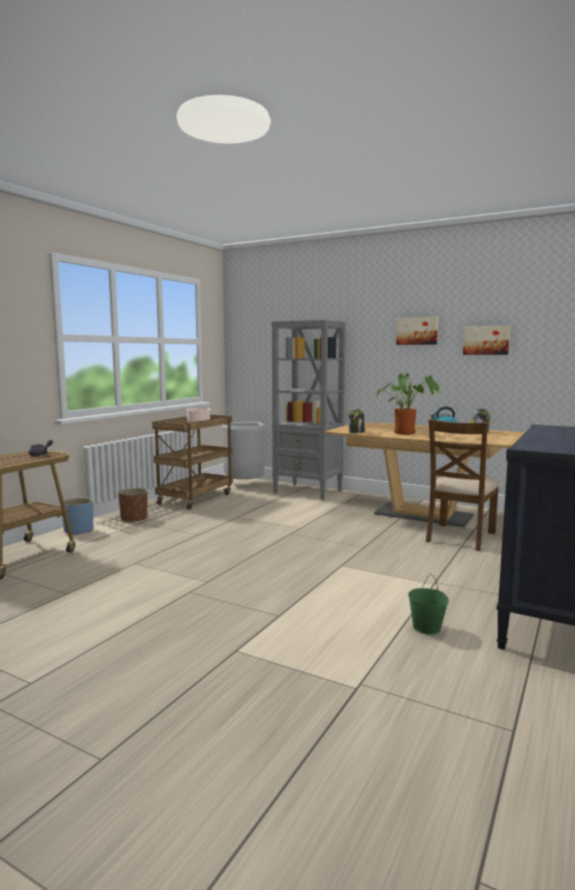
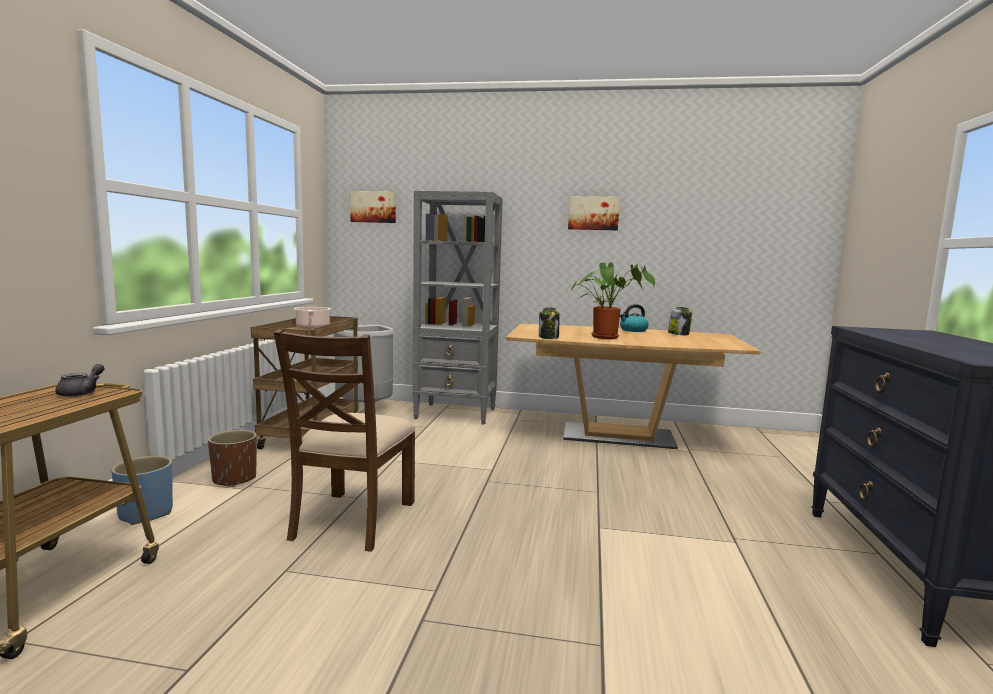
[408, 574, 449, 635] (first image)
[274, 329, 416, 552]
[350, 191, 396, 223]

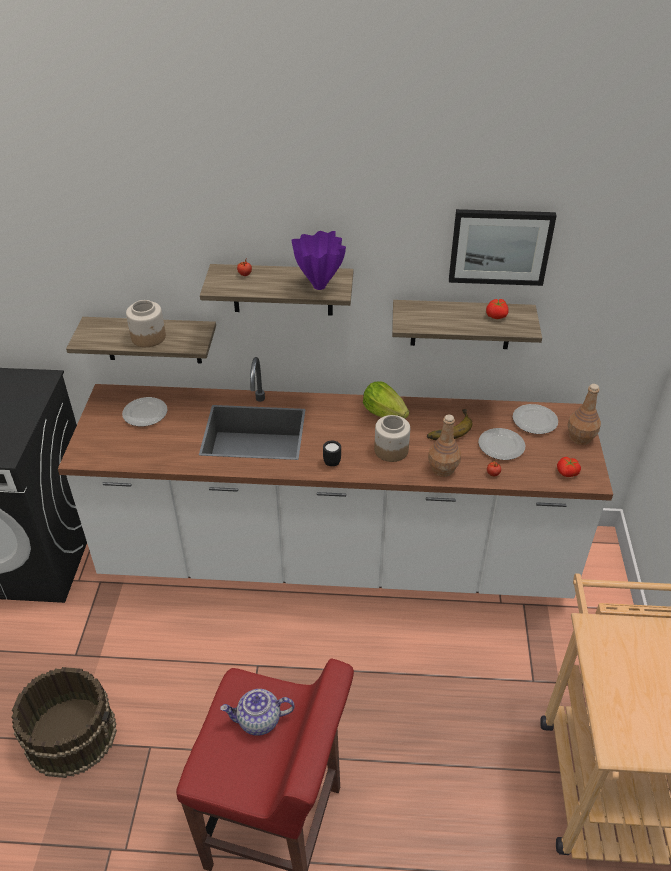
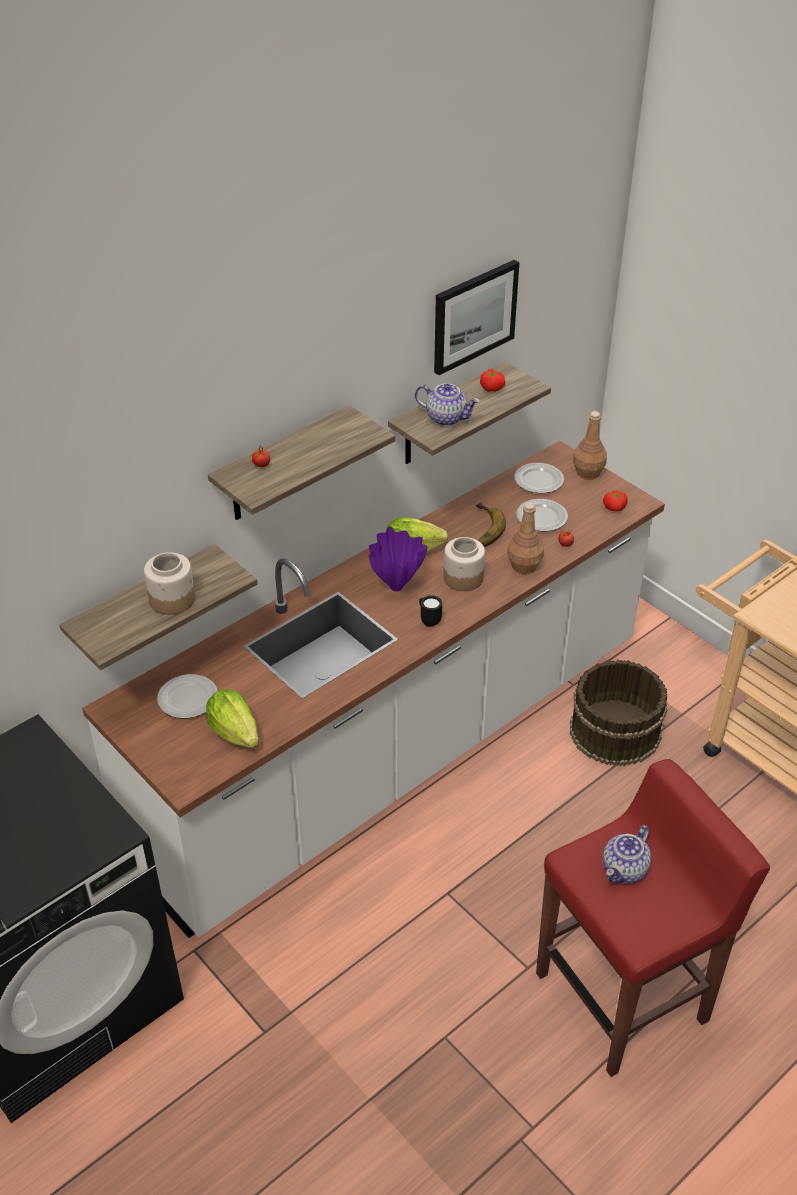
[206, 689, 259, 748]
[415, 383, 480, 426]
[570, 659, 667, 766]
[369, 527, 427, 591]

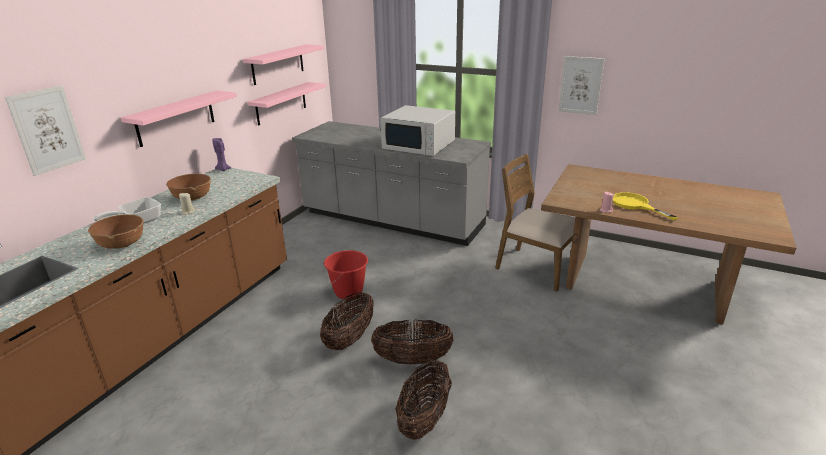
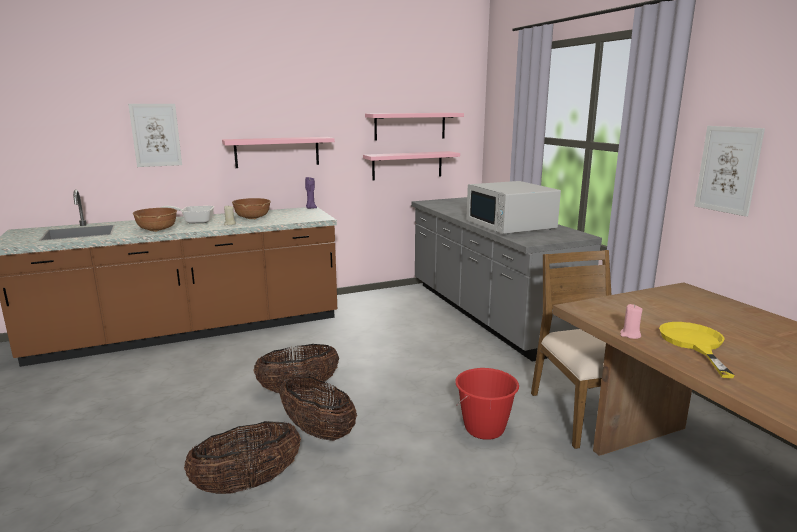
[455, 368, 519, 440]

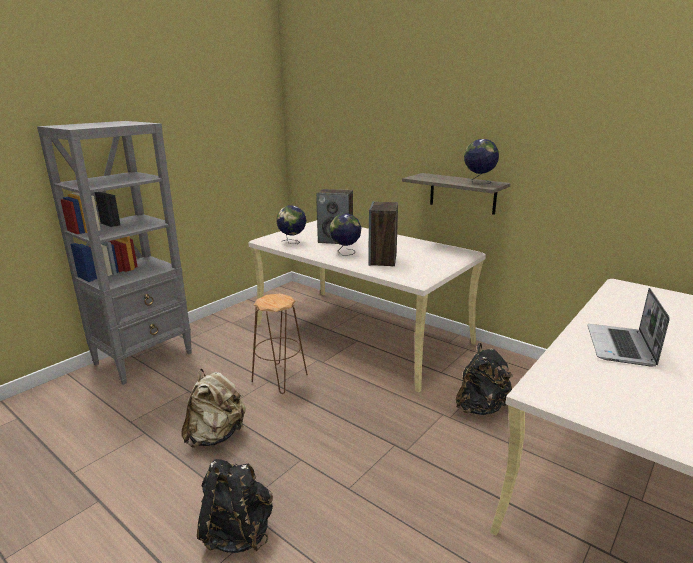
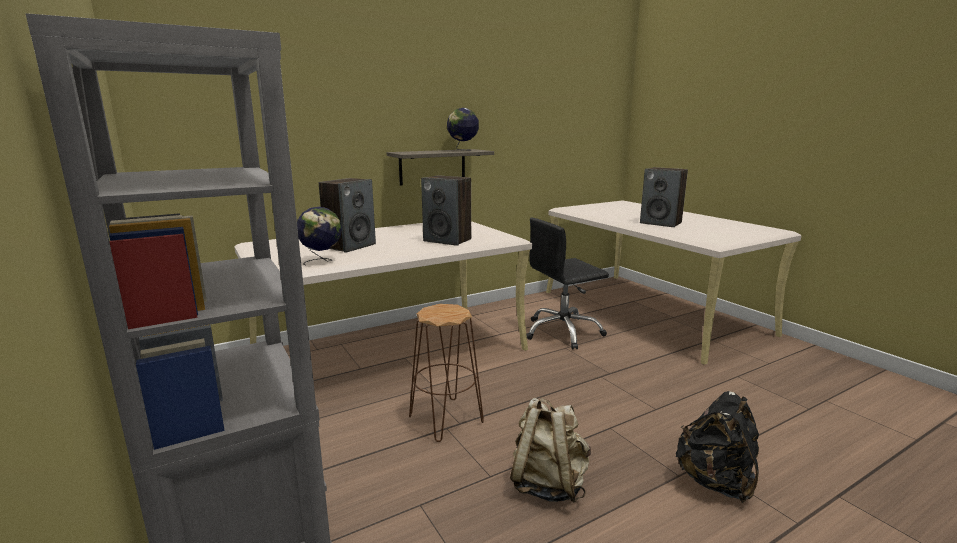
[330, 213, 361, 255] (first image)
[526, 218, 609, 350]
[640, 167, 688, 227]

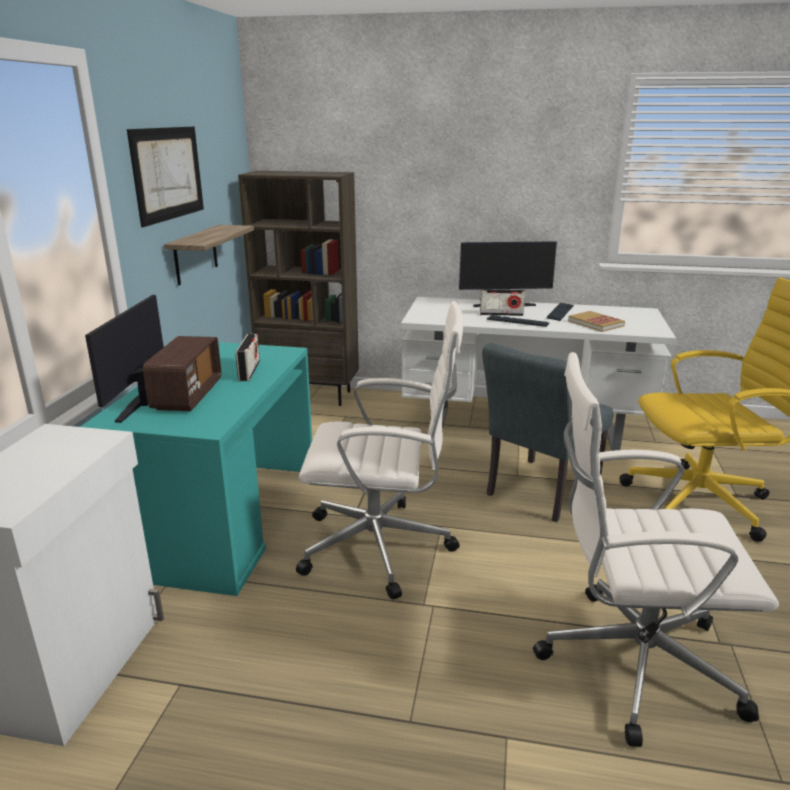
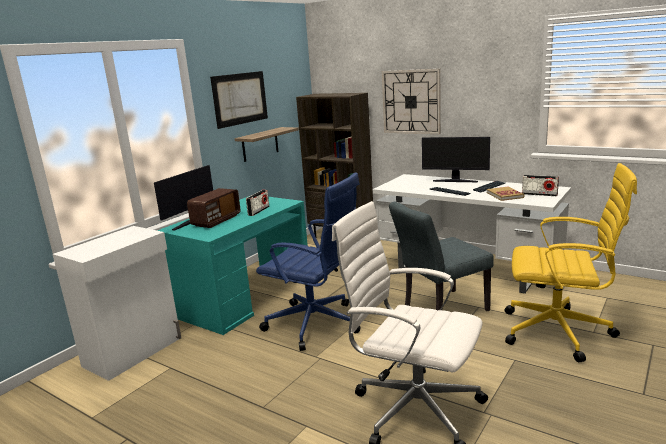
[382, 69, 441, 134]
[522, 175, 559, 196]
[256, 172, 361, 351]

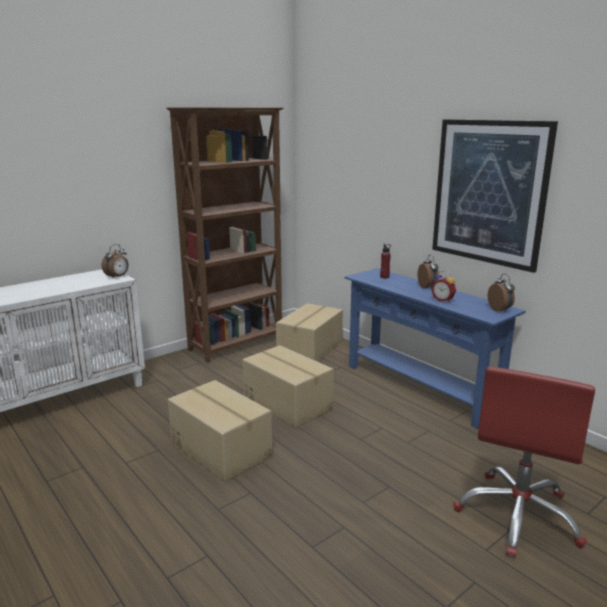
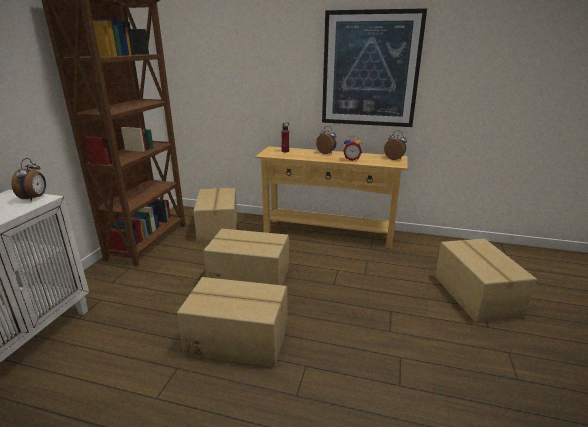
[435, 238, 537, 323]
[255, 146, 408, 249]

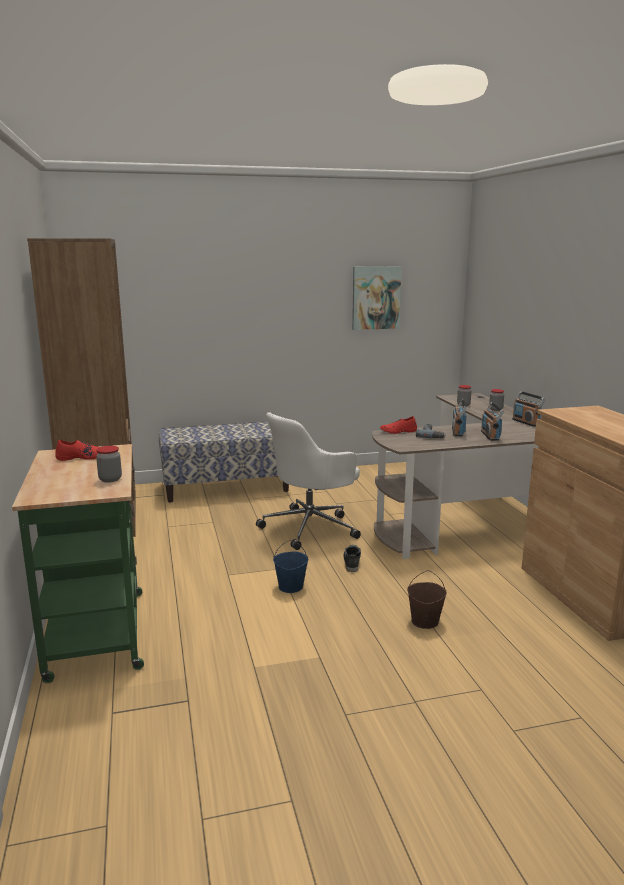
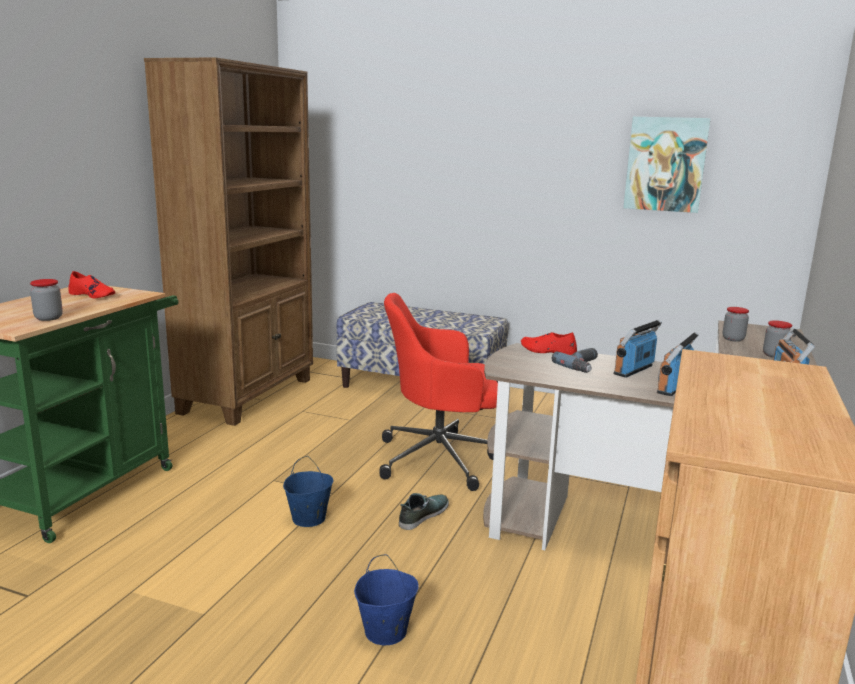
[379, 293, 498, 491]
[354, 554, 419, 645]

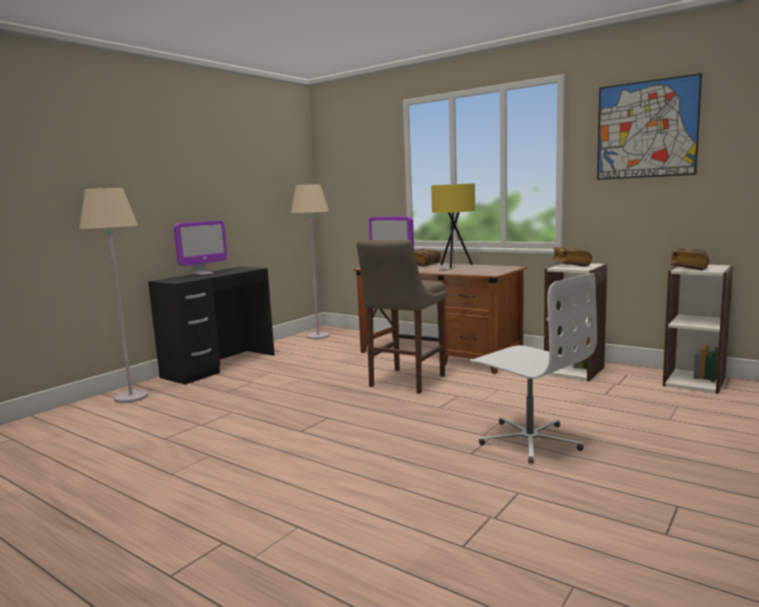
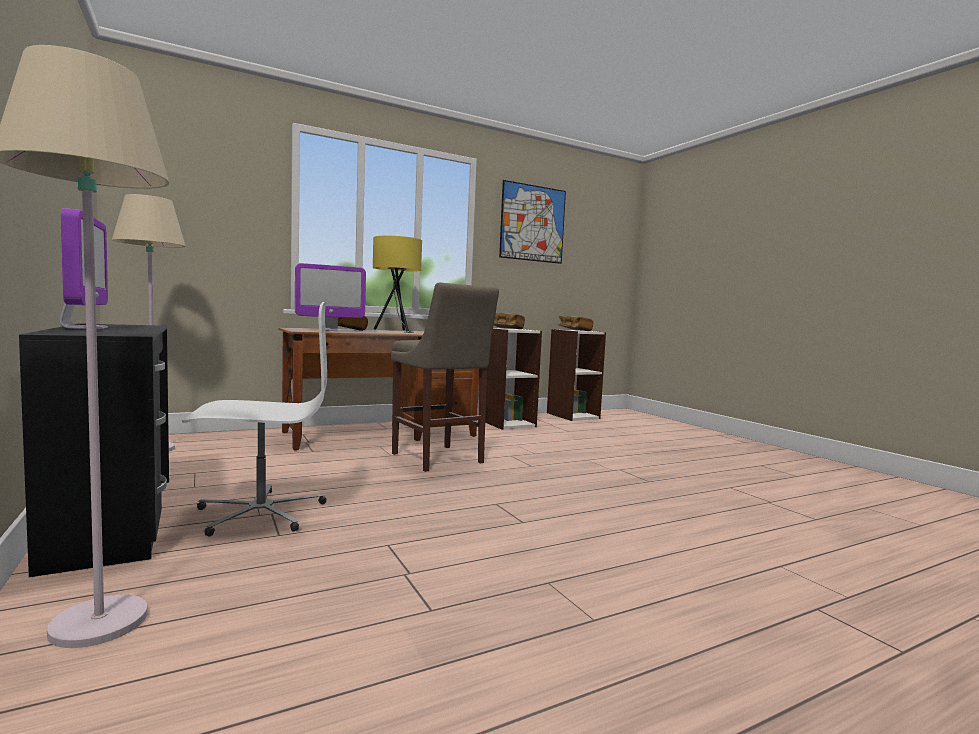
[182, 302, 327, 536]

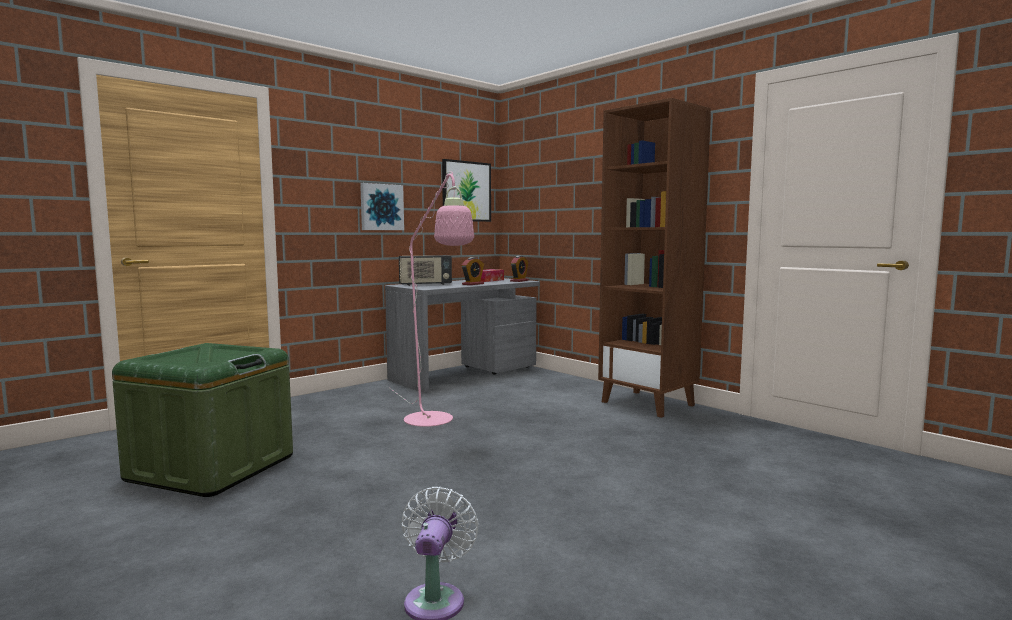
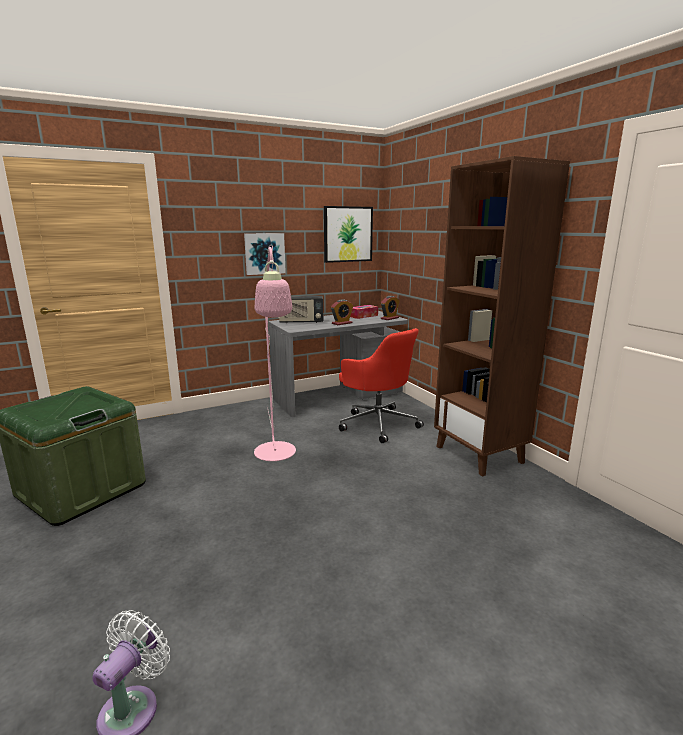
[339, 328, 424, 443]

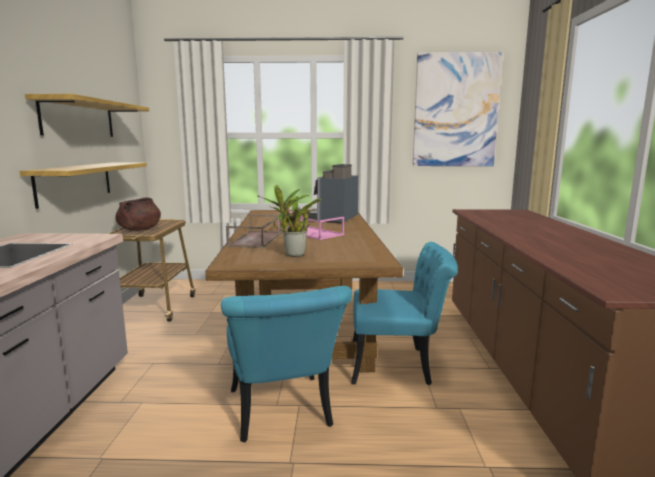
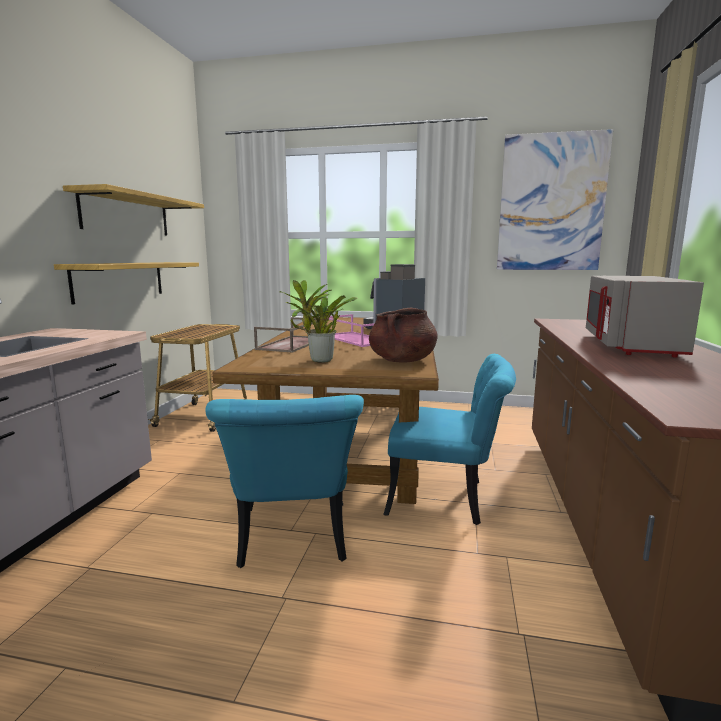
[586, 276, 704, 358]
[369, 308, 438, 362]

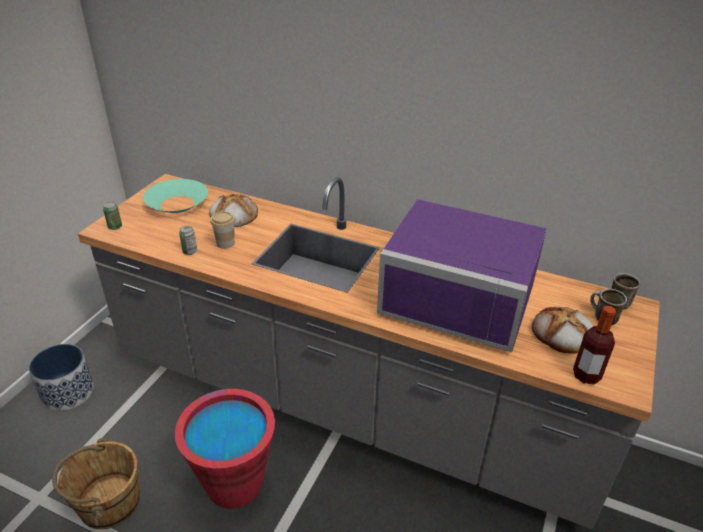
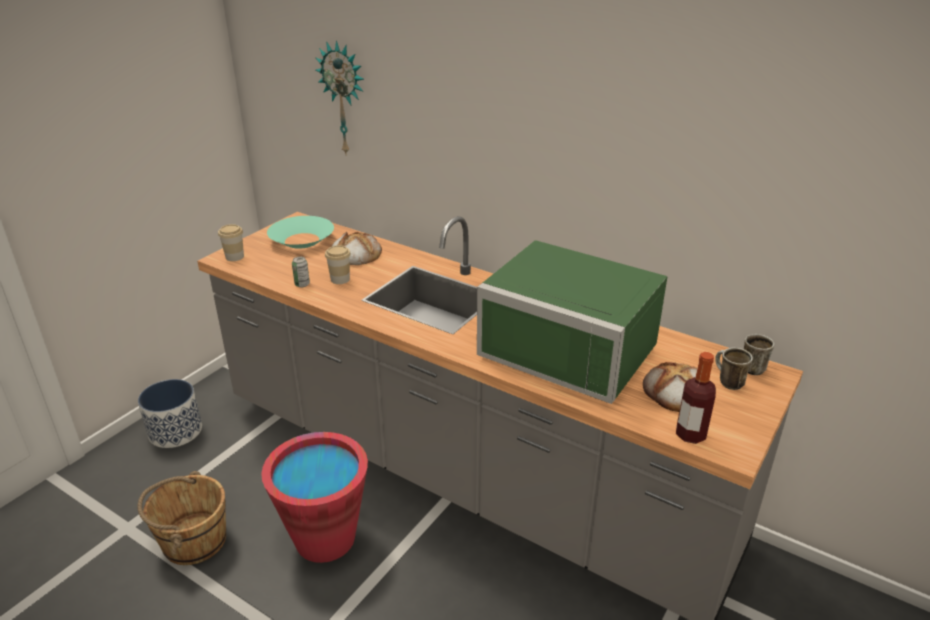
[315, 40, 364, 156]
[218, 224, 244, 261]
[477, 240, 668, 404]

